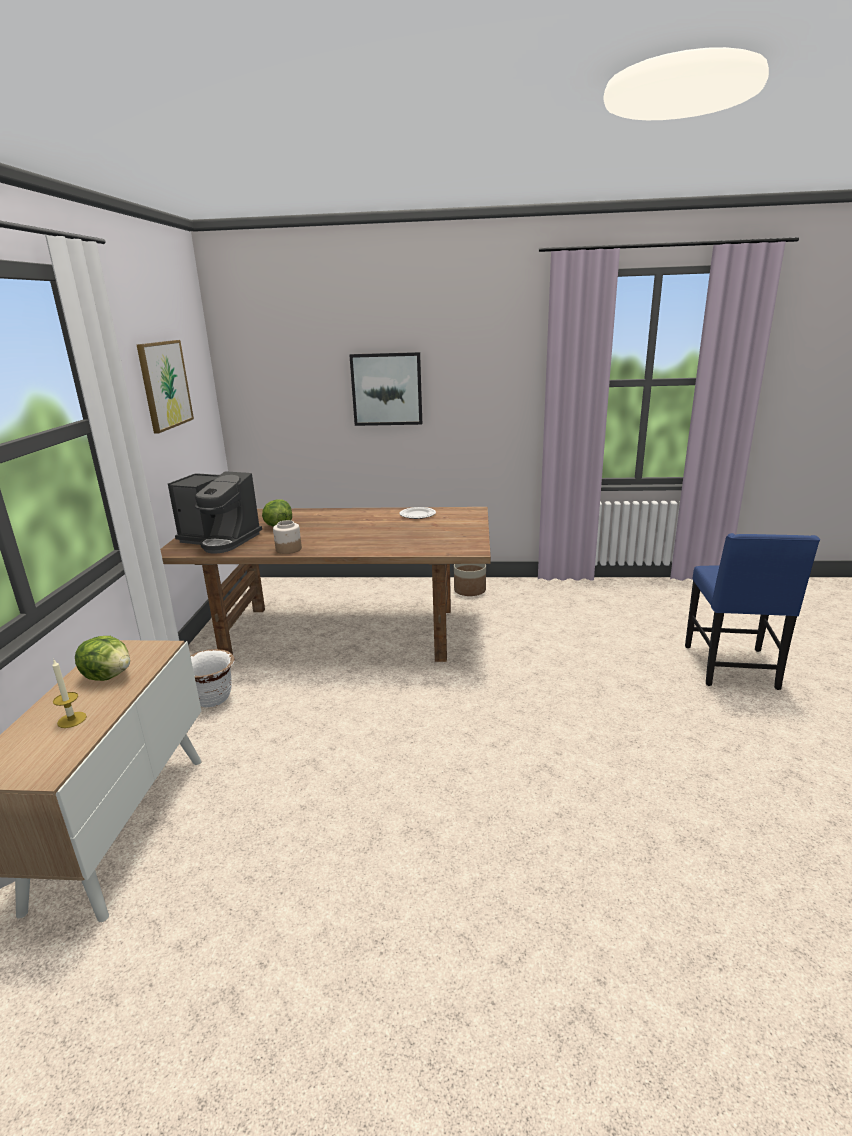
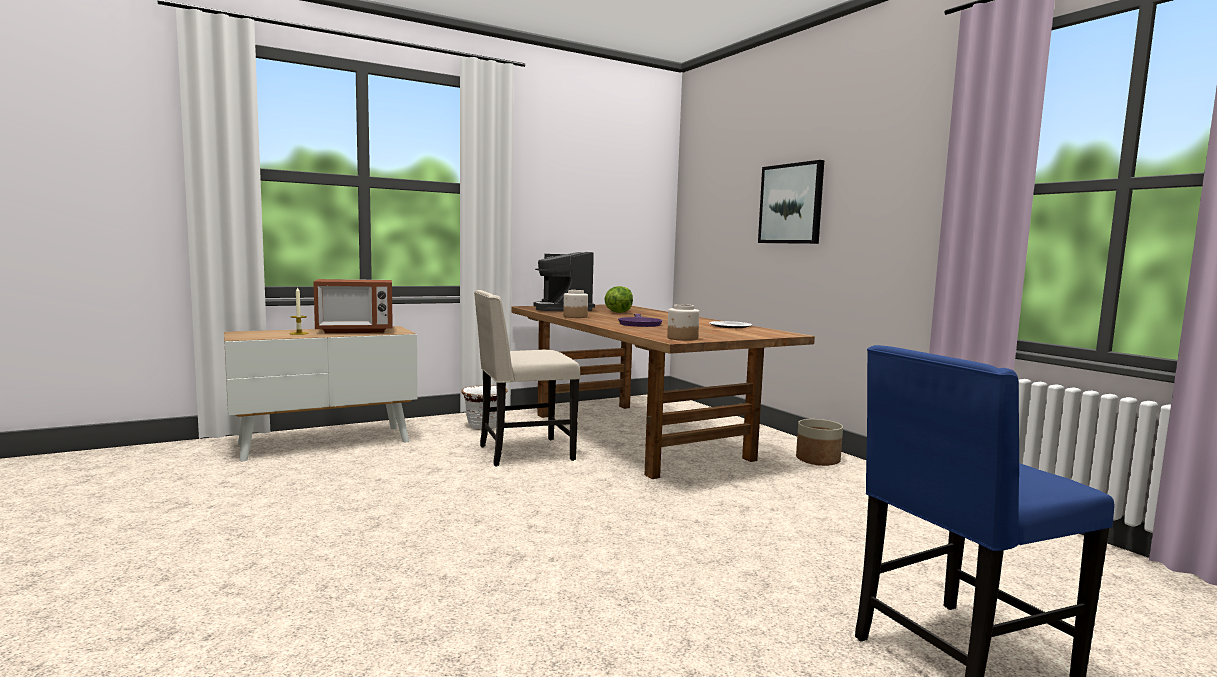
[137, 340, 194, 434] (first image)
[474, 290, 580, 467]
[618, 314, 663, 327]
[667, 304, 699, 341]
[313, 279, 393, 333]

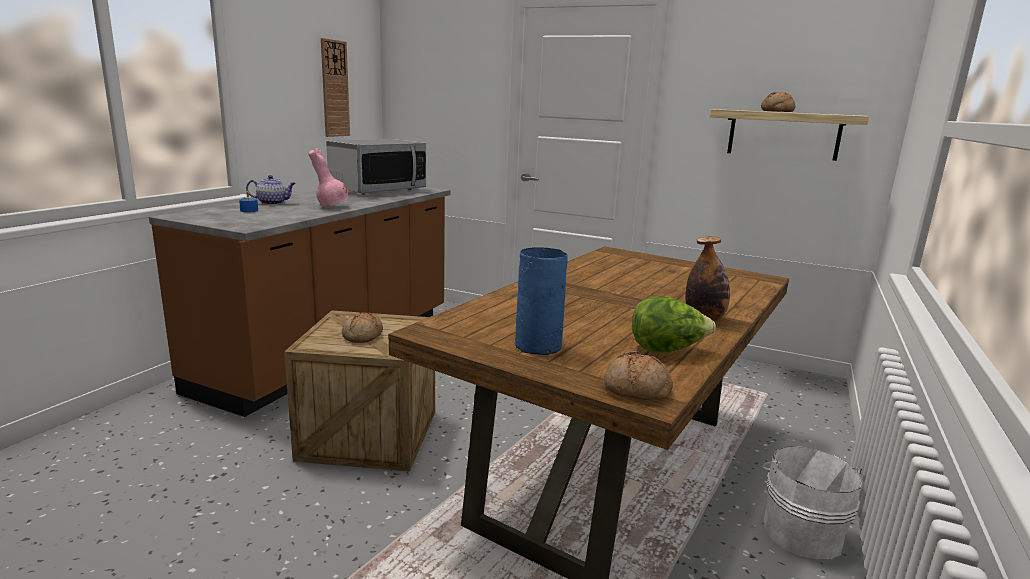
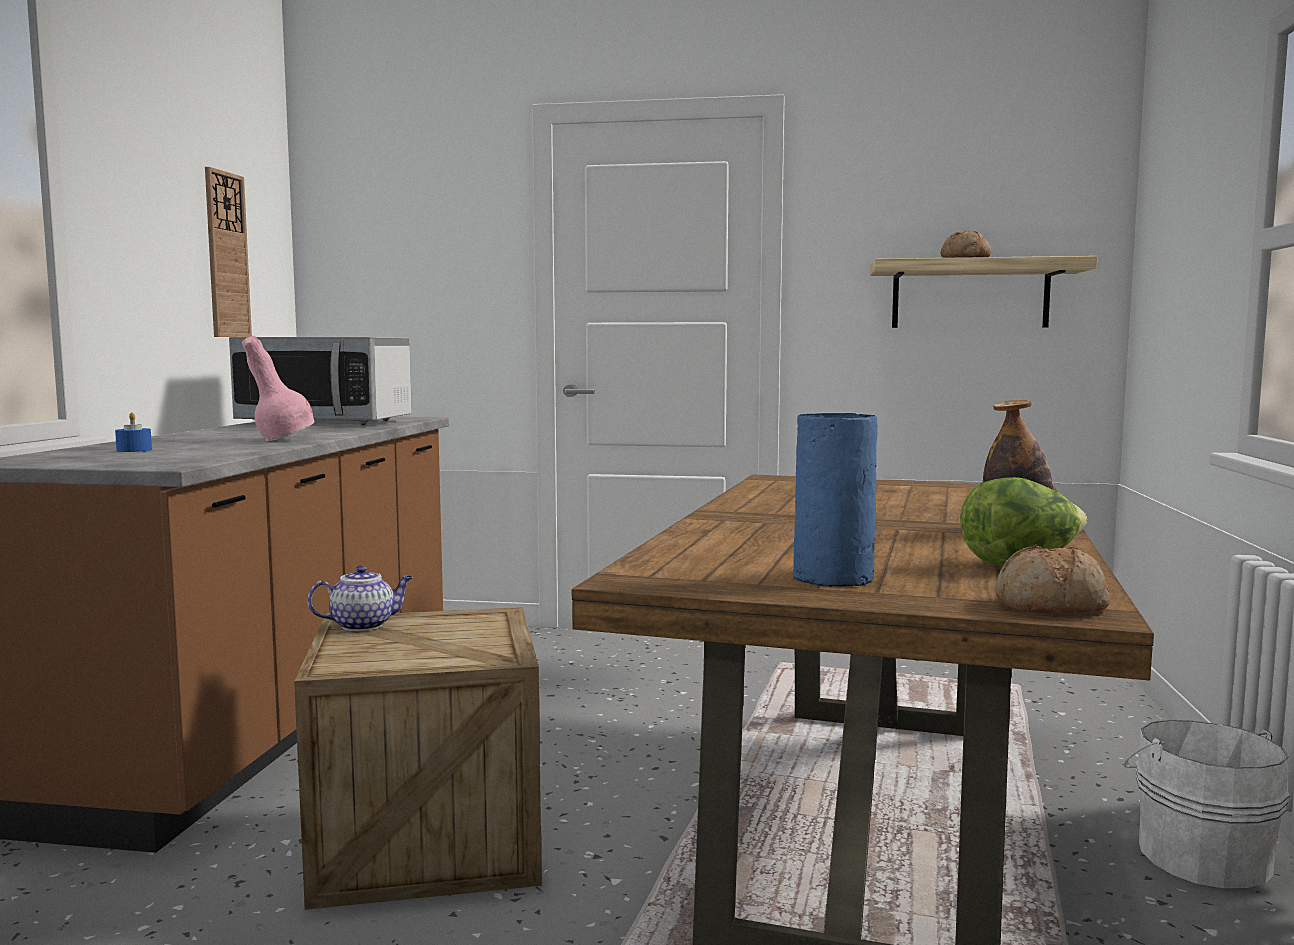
[342, 312, 383, 343] (first image)
[307, 565, 413, 631]
[229, 337, 411, 425]

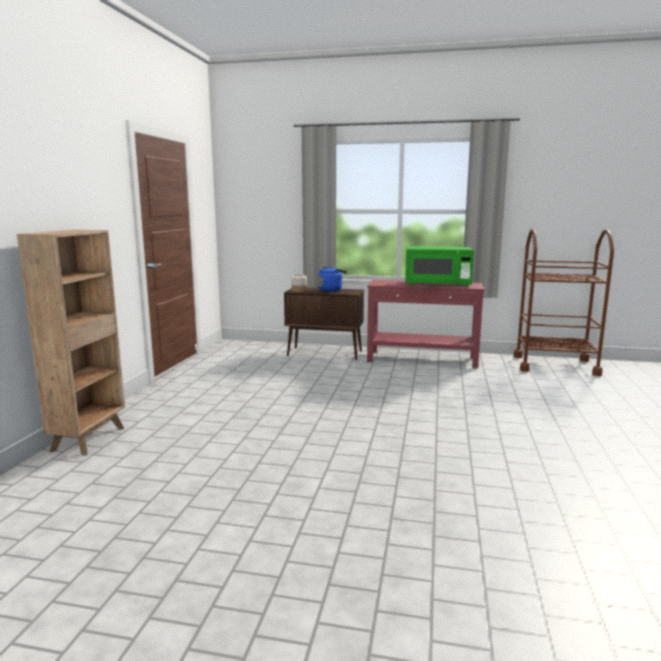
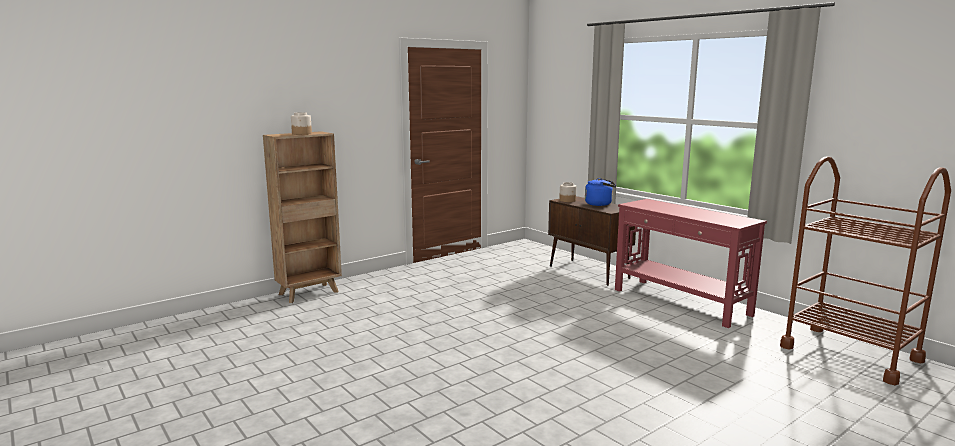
[405, 246, 474, 287] (first image)
[291, 112, 312, 135]

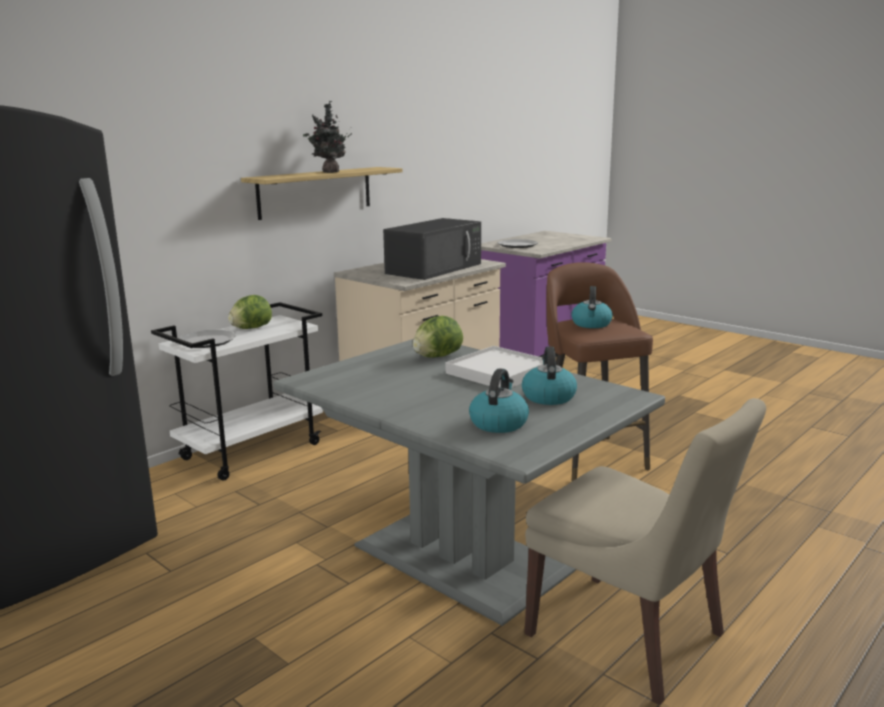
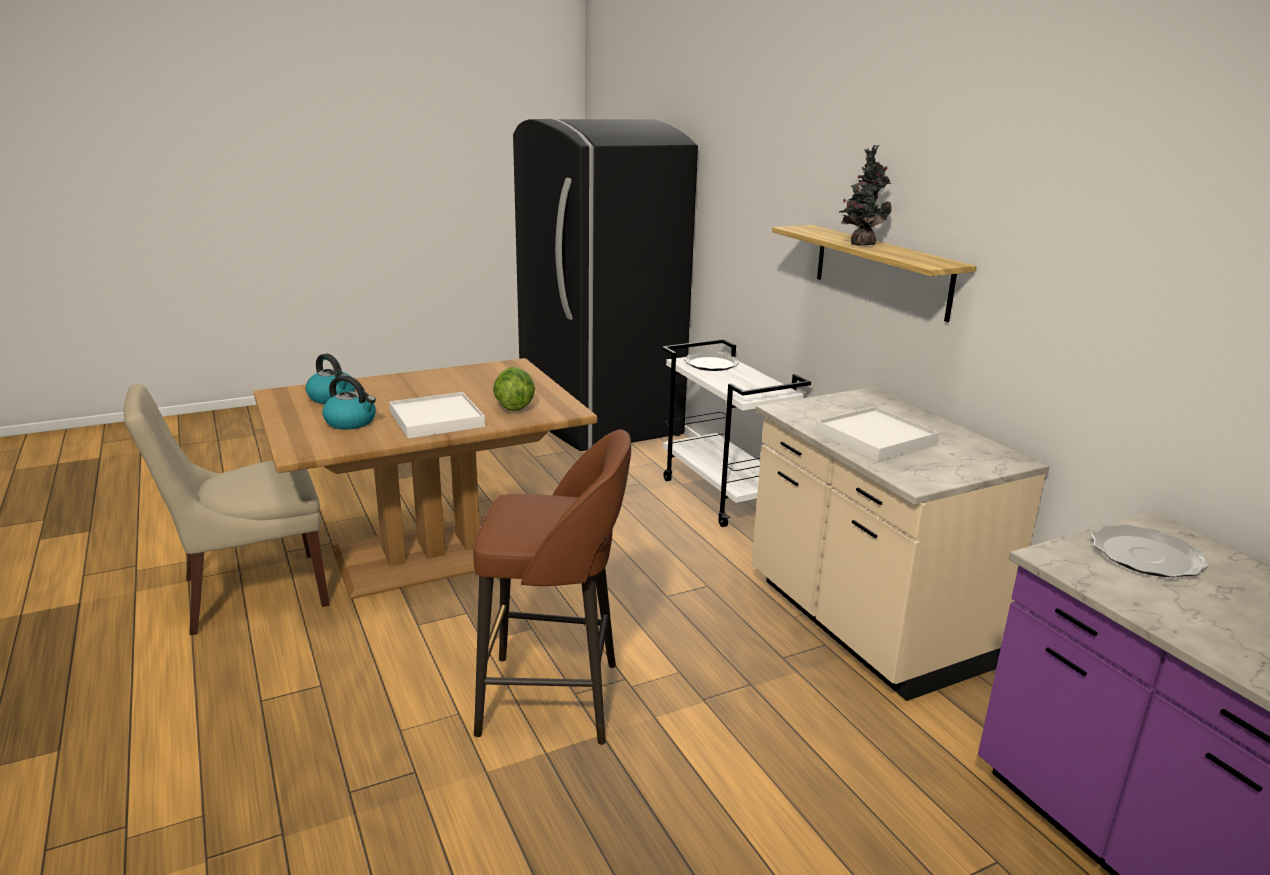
[228, 295, 272, 329] (first image)
[571, 286, 613, 328] (first image)
[816, 406, 940, 462]
[254, 358, 597, 599]

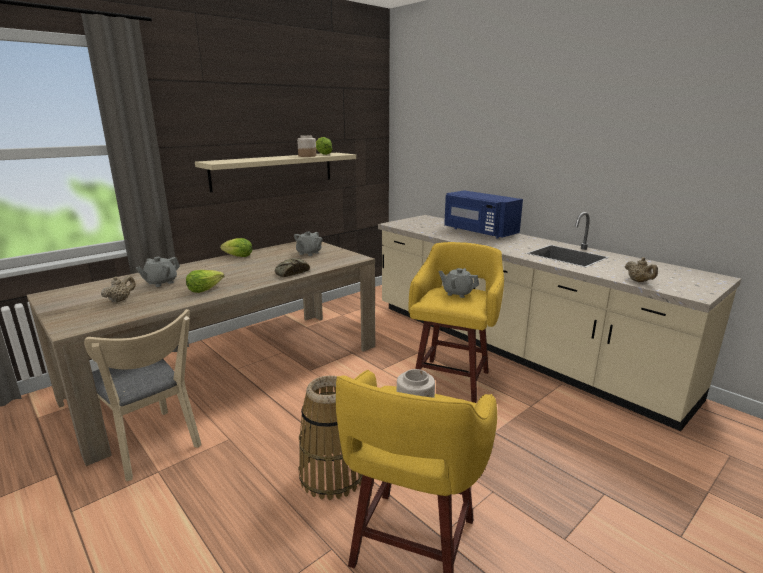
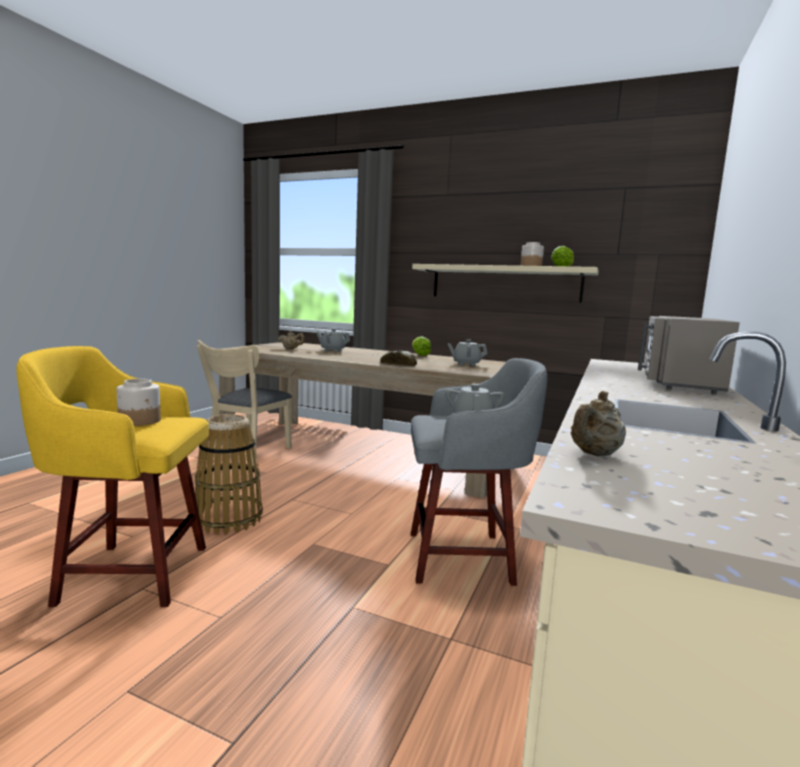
[186, 270, 224, 293] (first image)
[411, 358, 547, 586]
[638, 316, 740, 394]

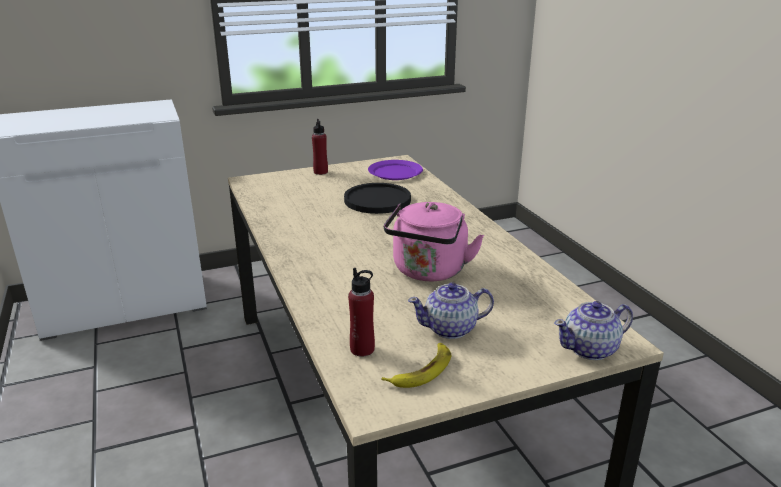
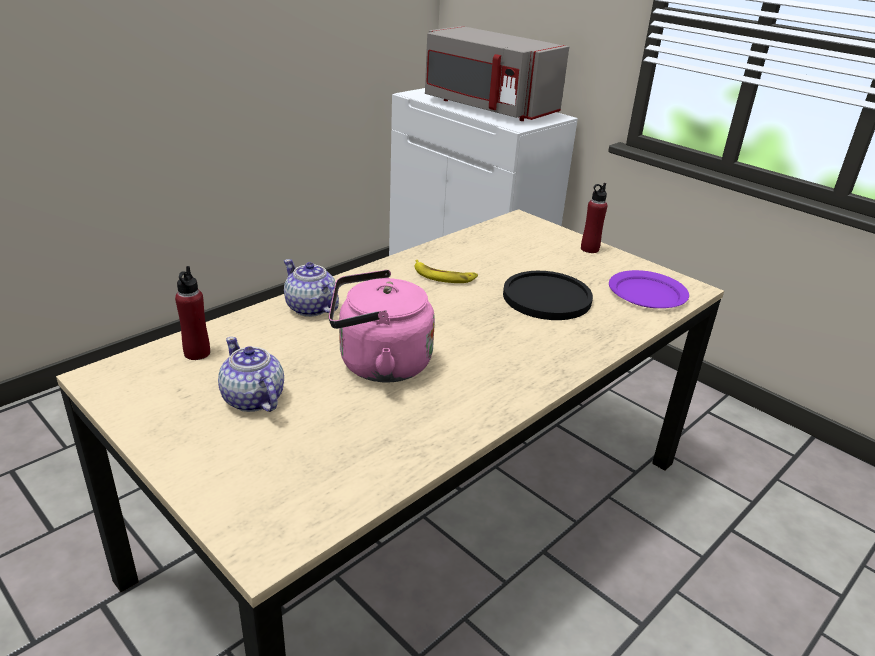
[425, 26, 569, 121]
[414, 260, 478, 283]
[284, 259, 339, 317]

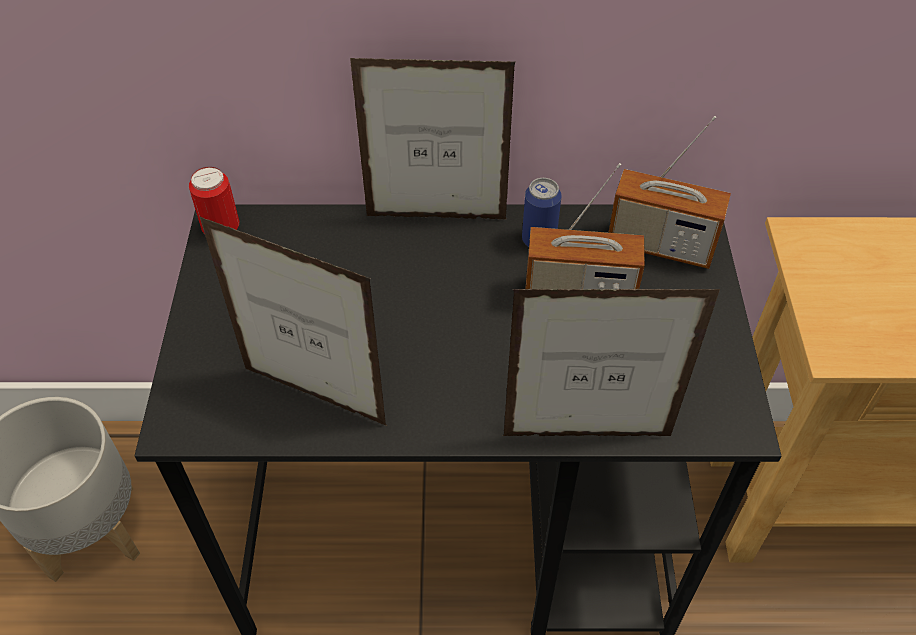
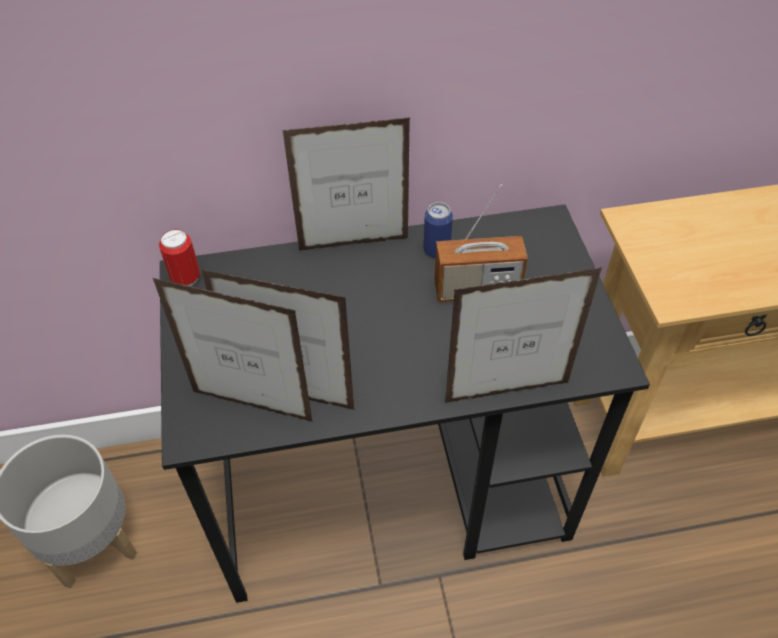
[608, 116, 731, 269] (first image)
[153, 278, 313, 422]

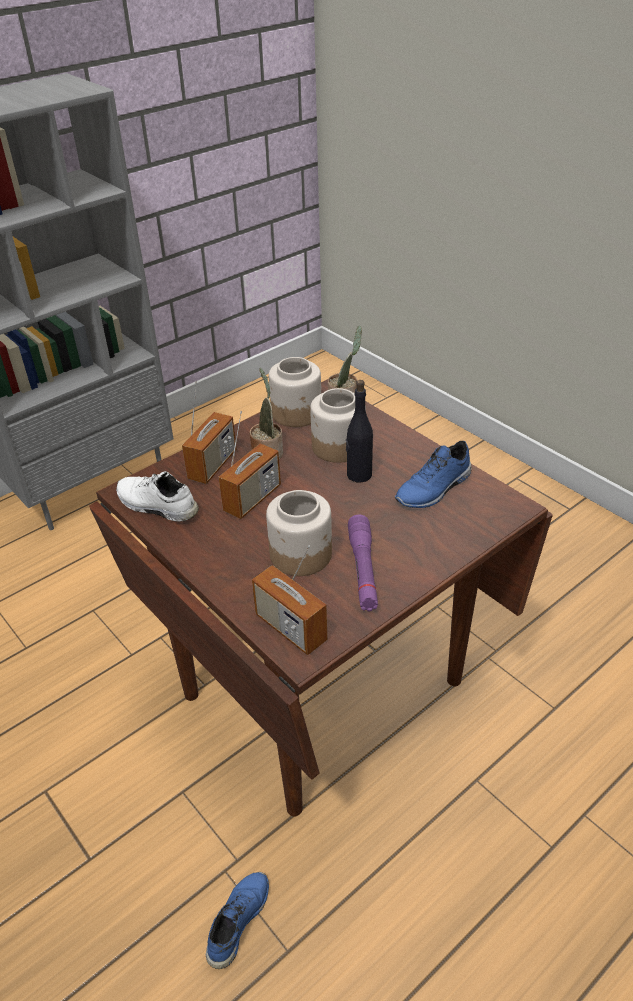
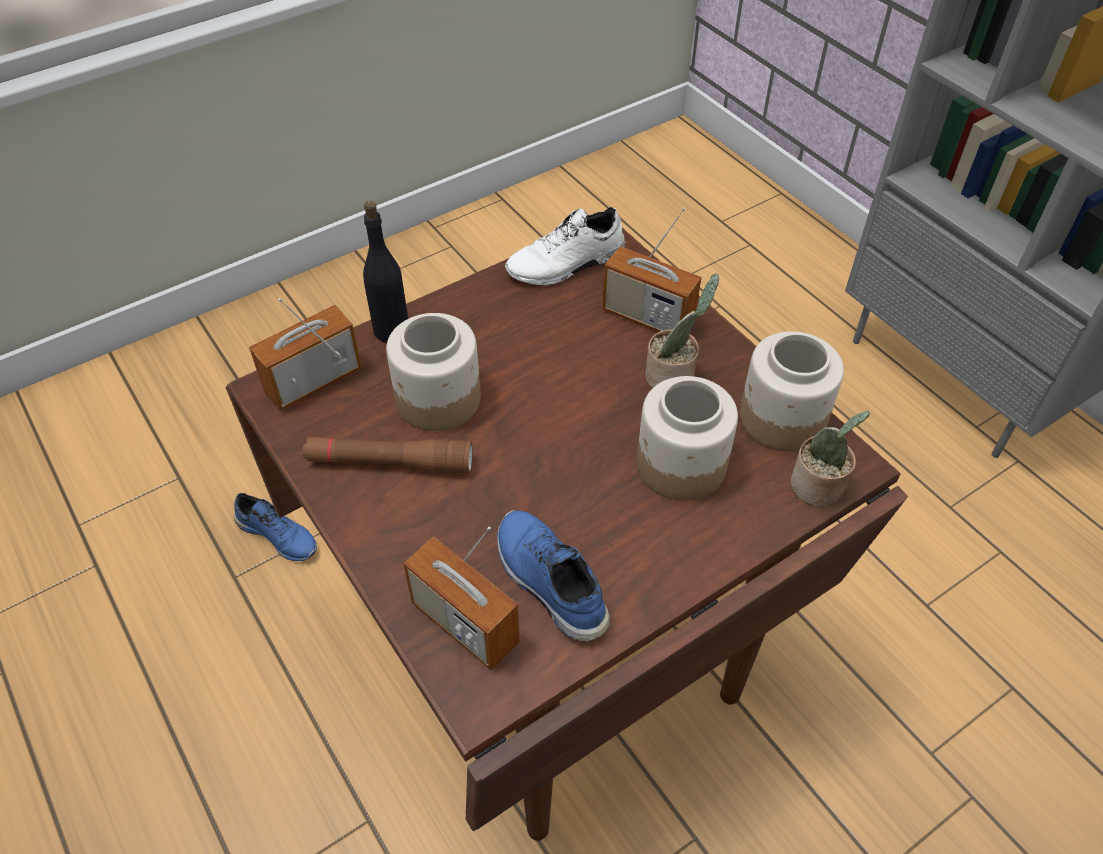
[403, 527, 520, 670]
[363, 201, 408, 343]
[303, 437, 472, 473]
[504, 207, 626, 285]

